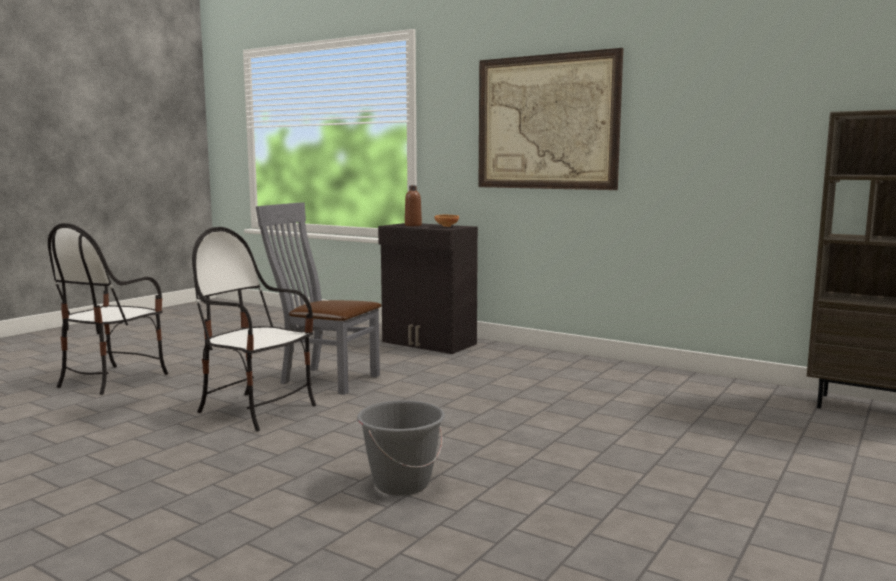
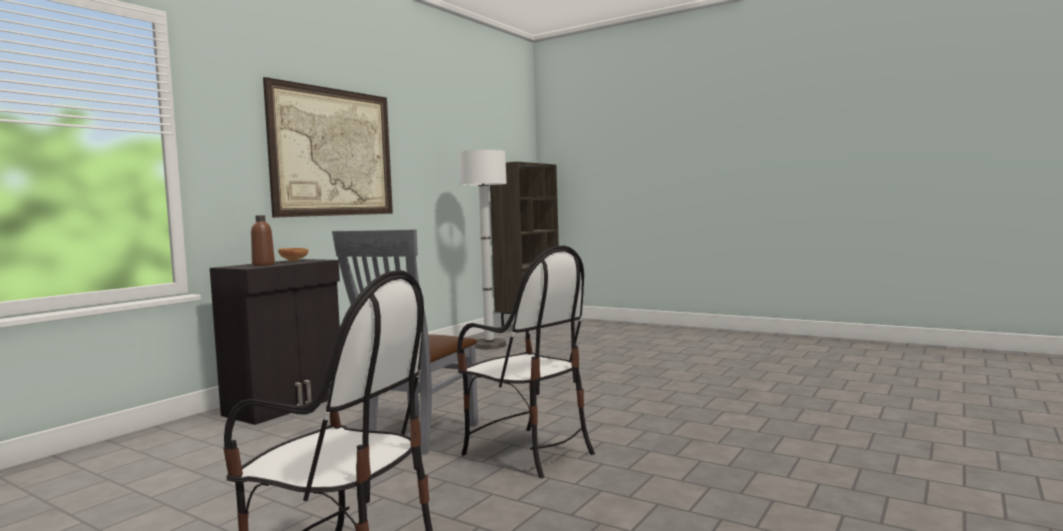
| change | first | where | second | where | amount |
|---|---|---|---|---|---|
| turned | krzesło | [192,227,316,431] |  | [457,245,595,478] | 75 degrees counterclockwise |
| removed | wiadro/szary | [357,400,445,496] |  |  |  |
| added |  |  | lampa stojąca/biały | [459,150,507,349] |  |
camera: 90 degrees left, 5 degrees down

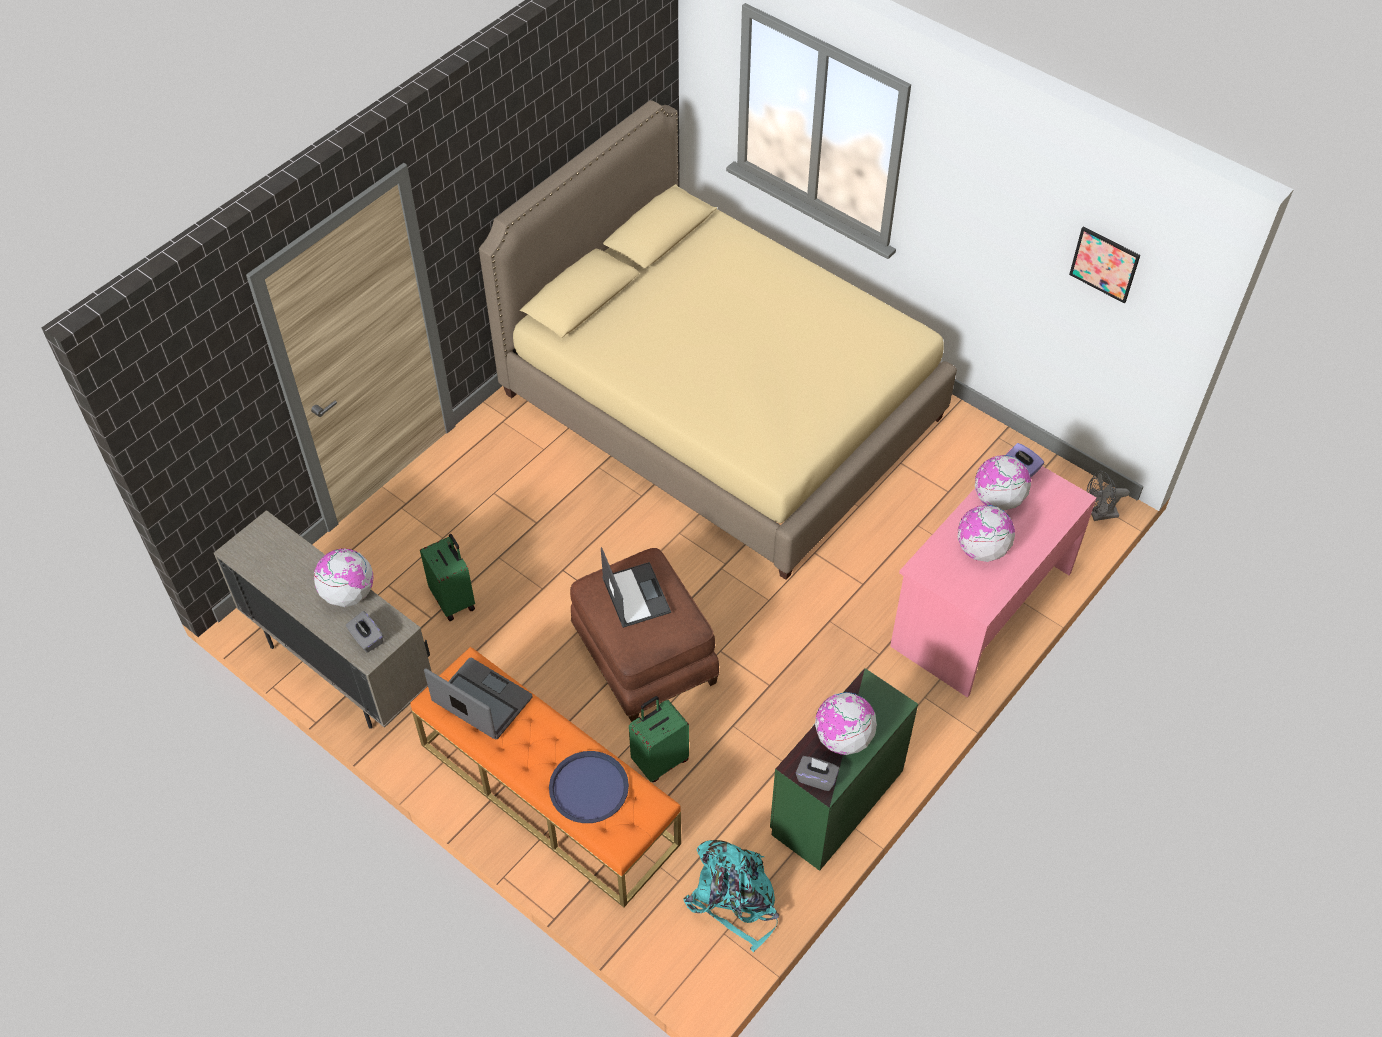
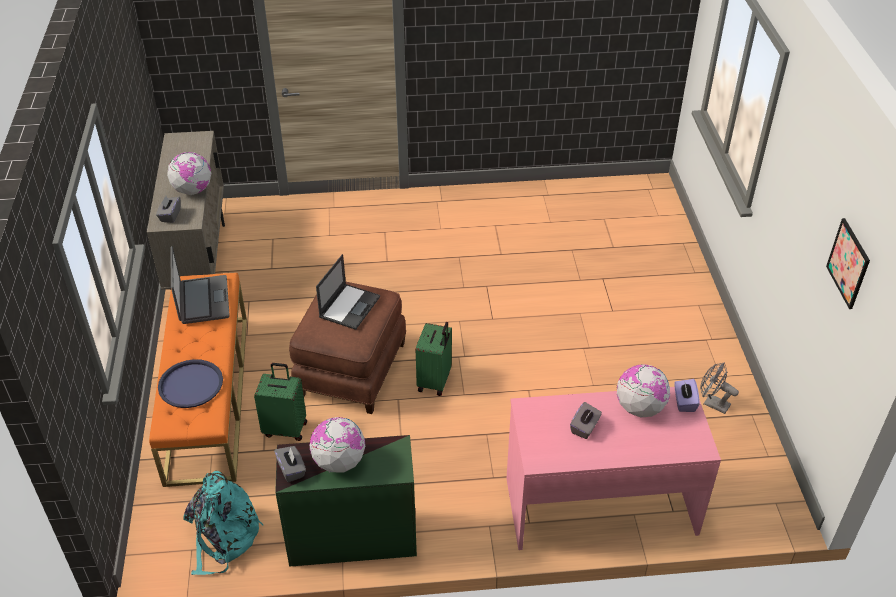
| change | first | where | second | where | amount |
|---|---|---|---|---|---|
| removed | łóżko/beżowy | [479,100,957,580] |  |  |  |
| moved | wentylator/szary | [1087,471,1129,521] |  | [700,362,739,414] |  |
| replaced | globus | [958,505,1015,562] | pudełko chusteczek/szary | [570,402,602,439] |  |
| moved | walizka/zielony | [420,534,475,621] |  | [416,322,452,396] |  |
camera: 45 degrees right, 10 degrees down

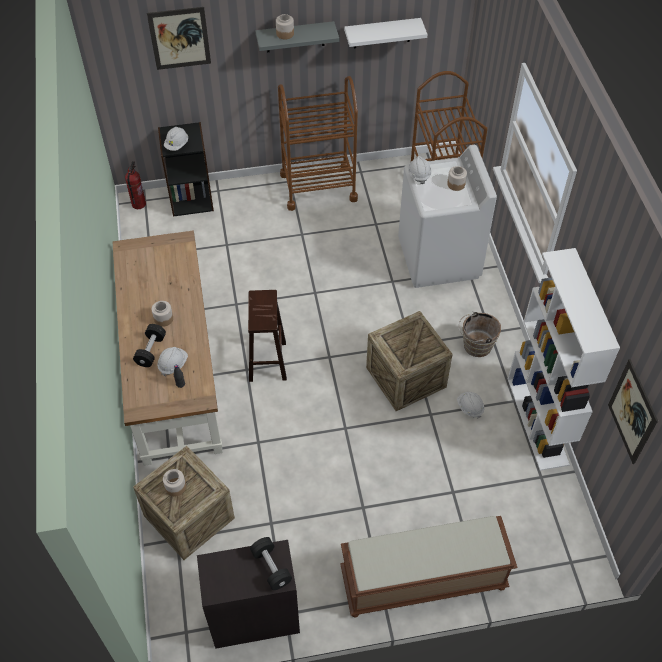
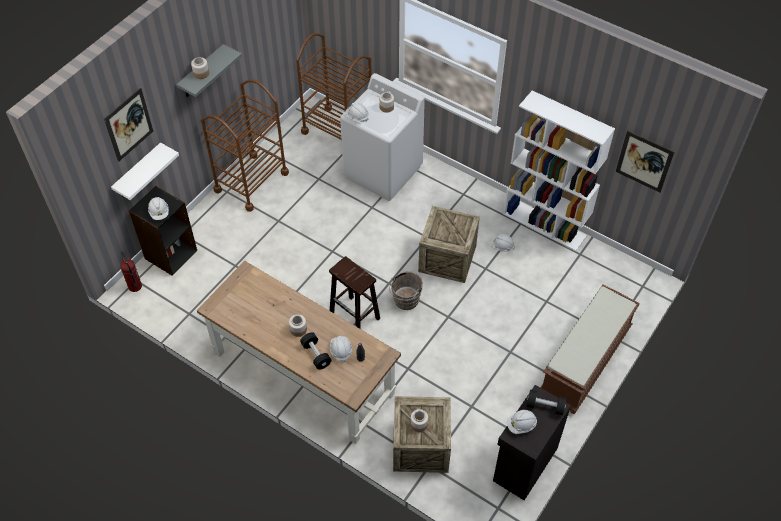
| change | first | where | second | where | amount |
|---|---|---|---|---|---|
| moved | półka/biały | [344,18,427,48] |  | [111,142,179,200] |  |
| moved | wiadro/brązowy | [458,311,501,357] |  | [389,272,423,310] |  |
| added |  |  | kask/biały | [507,410,537,434] |  |
camera: 45 degrees left, 0 degrees up

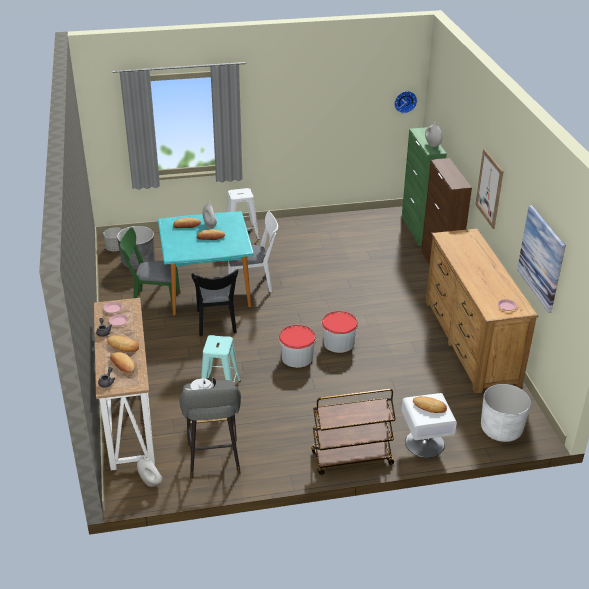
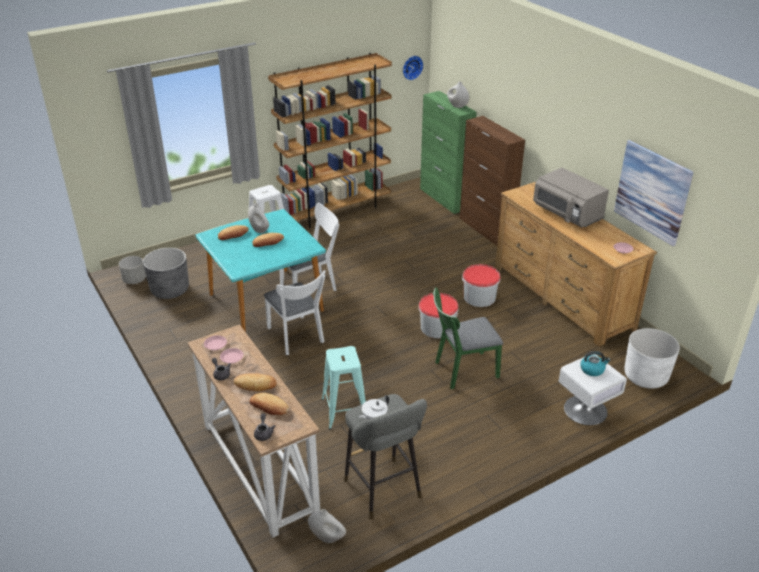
| change | first | where | second | where | amount |
|---|---|---|---|---|---|
| removed | obraz | [475,149,504,229] |  |  |  |
| moved | krzesło/zielony | [120,227,180,309] |  | [433,287,503,389] |  |
| recoloured | krzesło/czarny | [191,270,238,336] | krzesło/biały | [264,270,326,355] |  |
| moved | wiadro | [279,325,316,368] |  | [462,264,500,307] |  |
| removed | wózek/brązowy | [311,389,396,475] |  |  |  |
| replaced | chleb | [413,396,447,413] | czajnik | [580,351,610,376] |  |
| added |  |  | regał/brązowy | [268,53,392,228] |  |
| added |  |  | mikrofalówka/szary | [533,167,609,228] |  |
camera: 20 degrees left, 0 degrees up

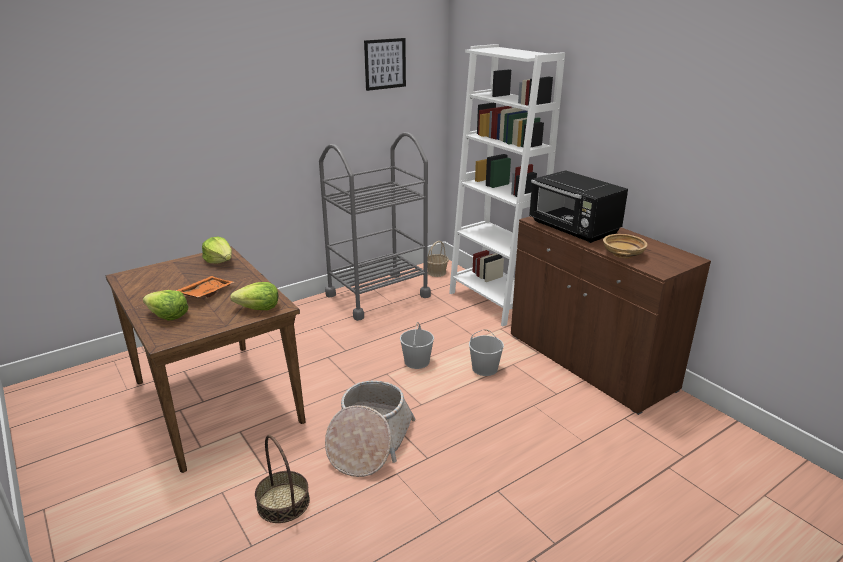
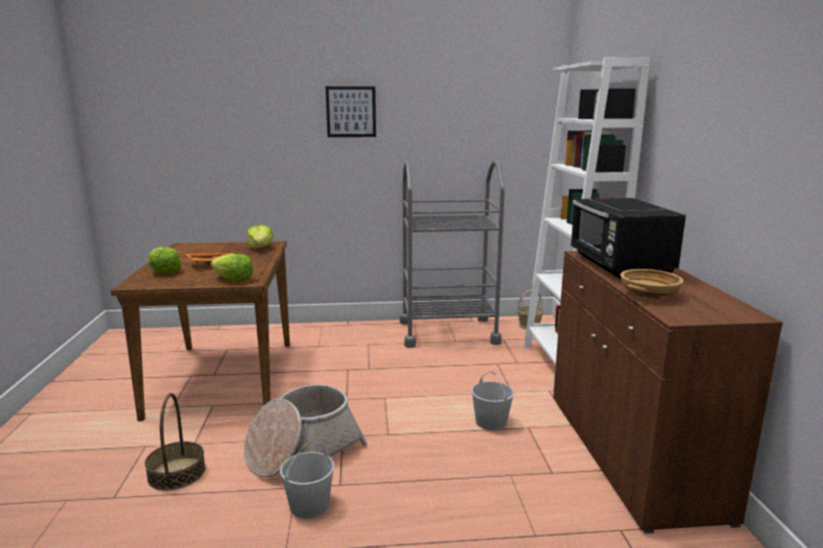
| change | first | where | second | where | amount |
|---|---|---|---|---|---|
| moved | obraz | [364,38,406,91] |  | [326,86,376,137] |  |
| moved | wiadro/biały | [400,322,434,369] |  | [280,443,334,518] |  |
camera: 30 degrees right, 10 degrees down

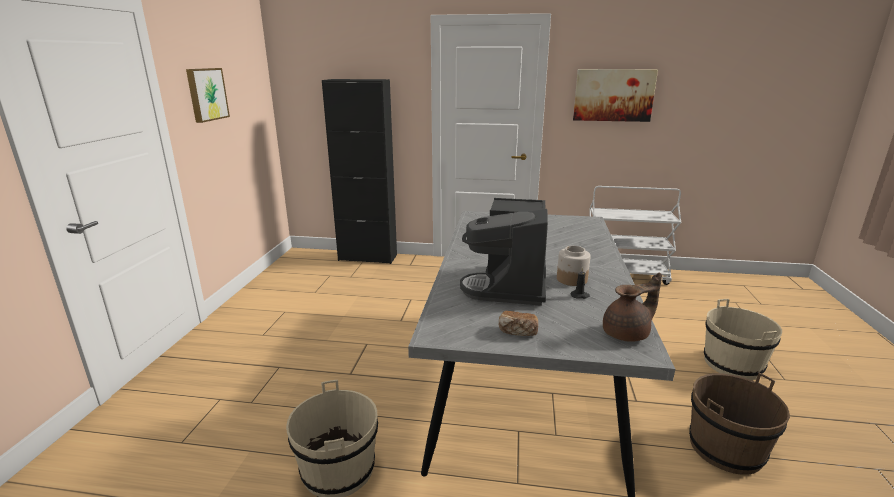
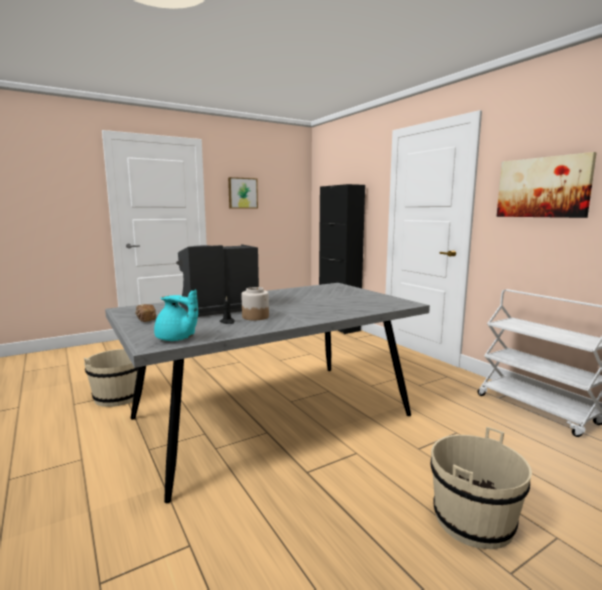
| change | first | where | second | where | amount |
|---|---|---|---|---|---|
| recoloured | imbryk/brązowy | [603,273,662,342] | imbryk/turkusowy | [154,289,198,341] |  |
| removed | wiadro/brązowy | [689,373,790,475] |  |  |  |
camera: 50 degrees right, 10 degrees down

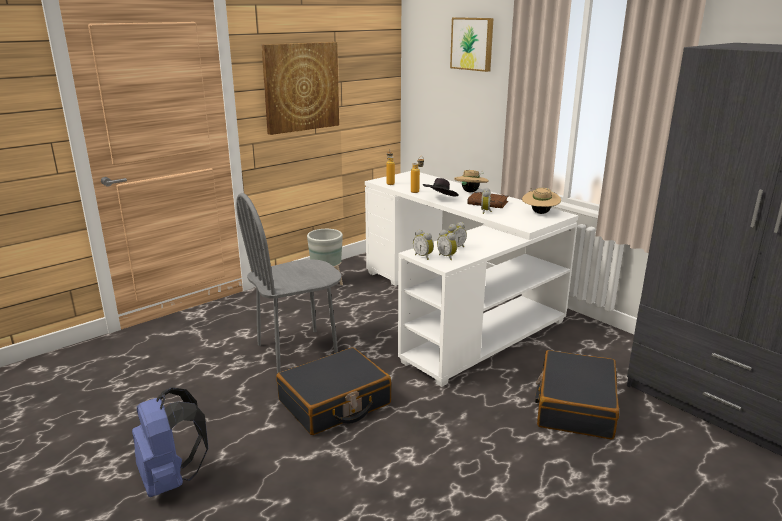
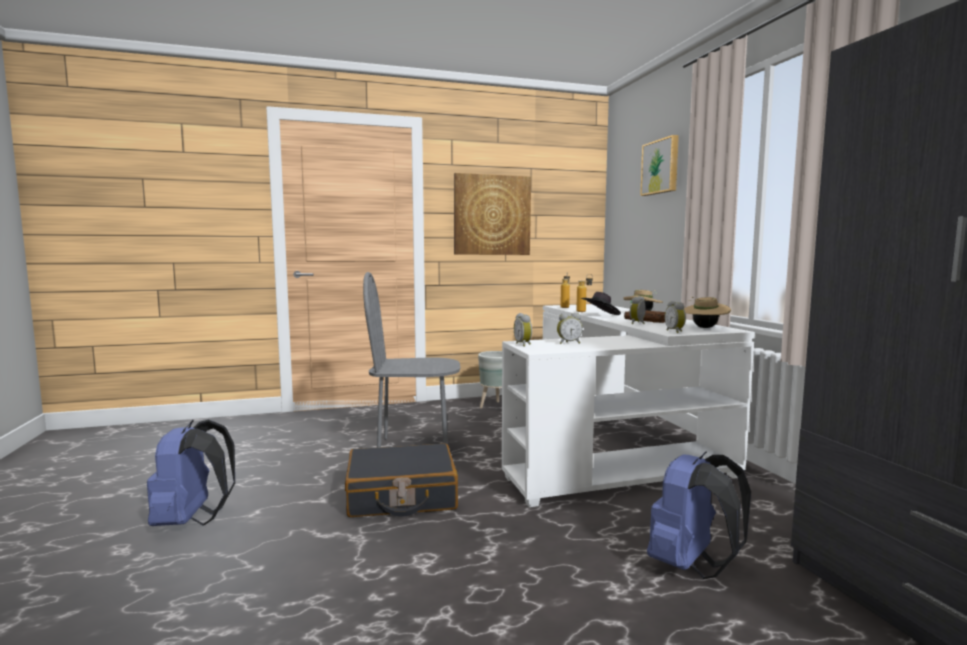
| change | first | where | second | where | amount |
|---|---|---|---|---|---|
| moved | budzik | [437,229,457,260] |  | [664,301,686,333] |  |
| replaced | walizka/czarny | [535,350,619,440] | plecak/niebieski | [647,451,751,579] |  |
camera: 25 degrees right, 15 degrees down

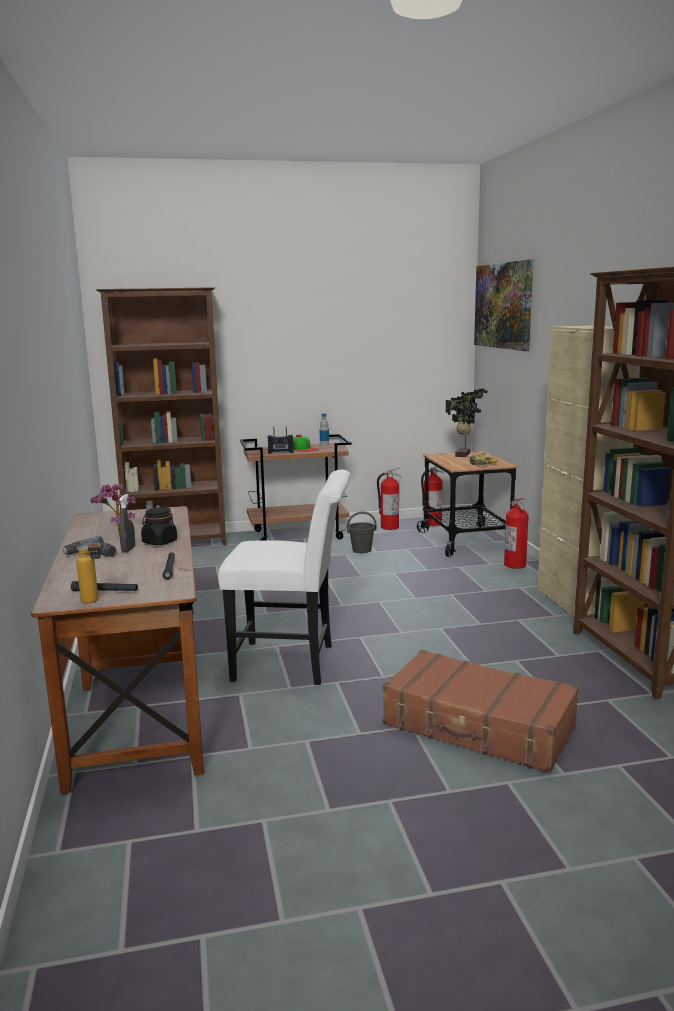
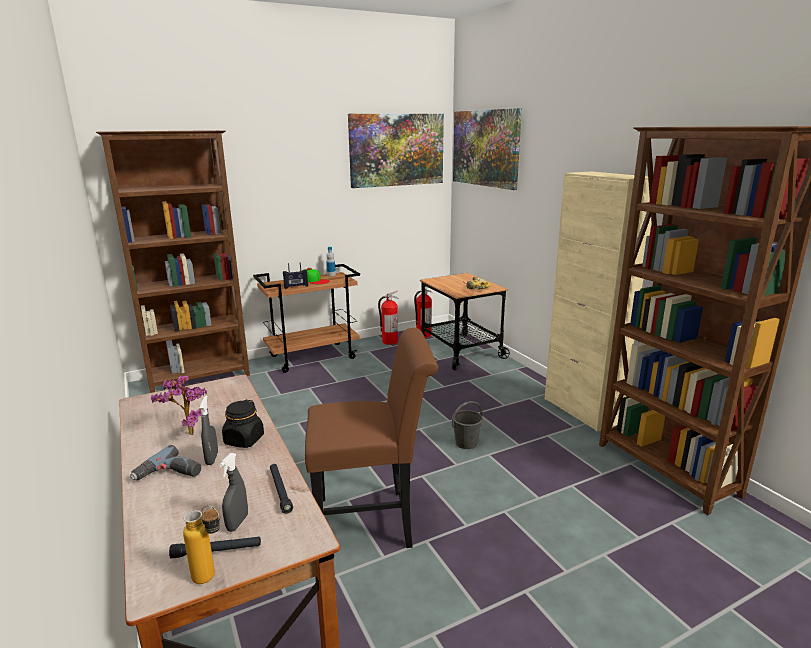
| change | first | where | second | where | amount |
|---|---|---|---|---|---|
| removed | roślina doniczkowa | [446,389,488,457] |  |  |  |
| recoloured | krzesło/biały | [218,469,351,685] | krzesło/brązowy | [305,328,439,548] |  |
| removed | gaśnica | [504,498,529,569] |  |  |  |
| moved | wiadro/szary | [347,512,377,553] |  | [452,401,483,449] |  |
| removed | walizka/brązowy | [383,650,579,773] |  |  |  |
| added |  |  | obraz | [348,114,444,188] |  |
| added |  |  | spryskiwacz/szary | [220,453,248,532] |  |
camera: 15 degrees left, 5 degrees up

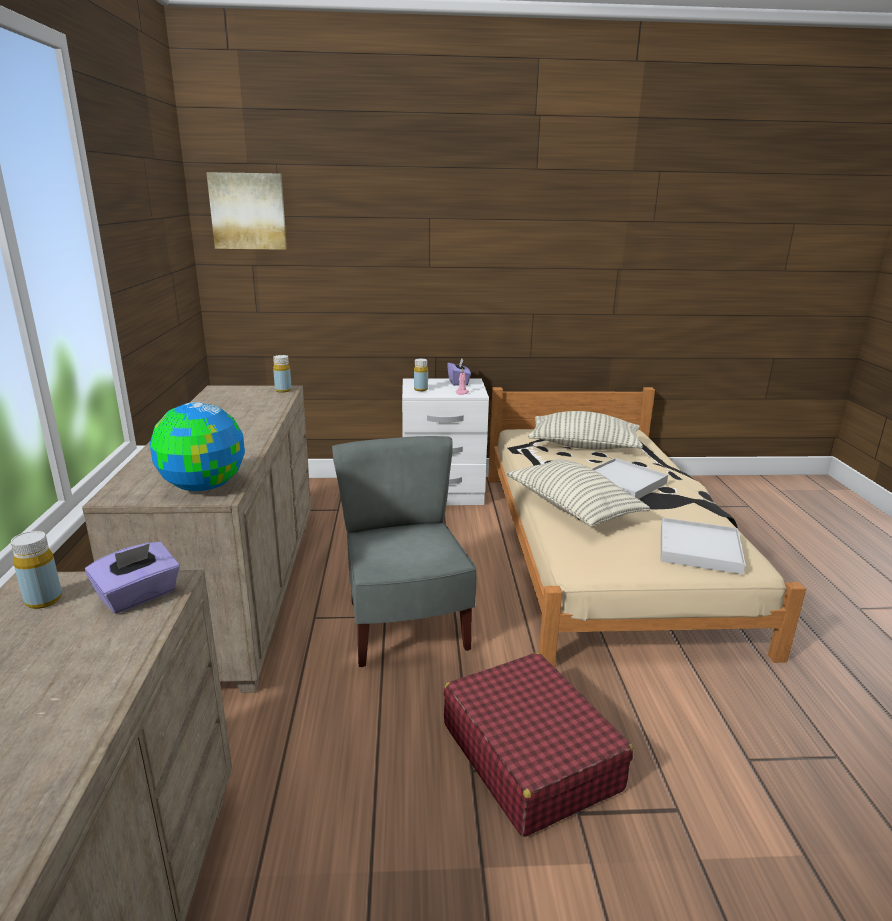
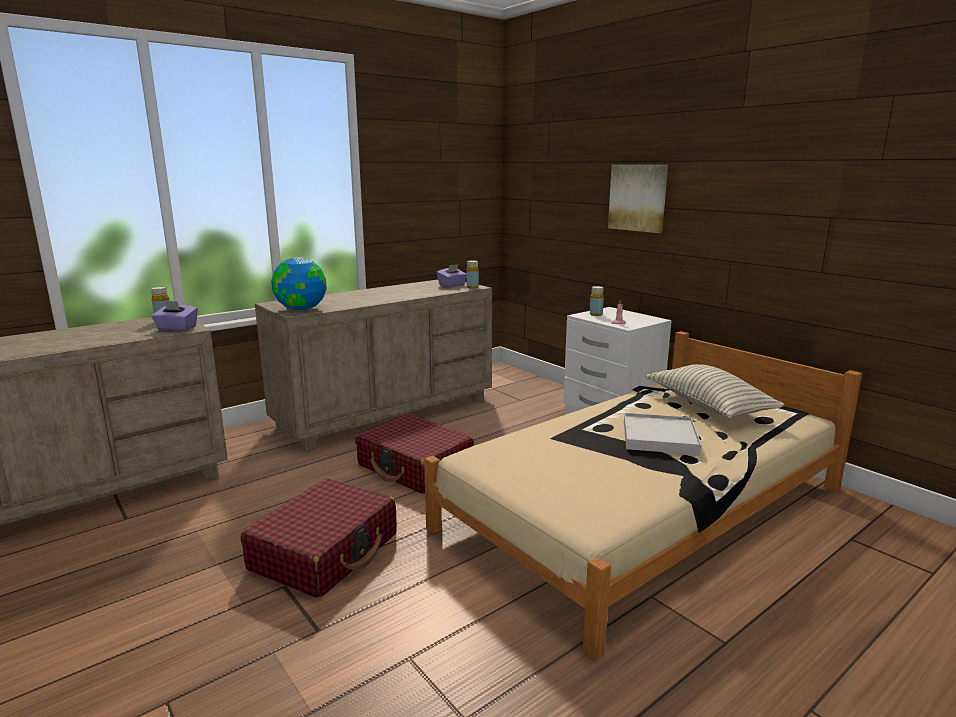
| change | first | where | second | where | amount |
|---|---|---|---|---|---|
| moved | obraz | [206,172,287,250] |  | [608,164,668,233] |  |
| moved | pudełko chusteczek/fioletowy | [447,358,471,386] |  | [437,264,467,287] |  |
| replaced | krzesło/szary | [332,436,476,667] | walizka/czerwony | [355,413,474,494] |  |
| removed | poduszka | [507,459,650,526] |  |  |  |
| removed | taca/biały | [661,518,745,574] |  |  |  |
camera: 55 degrees right, 5 degrees down

